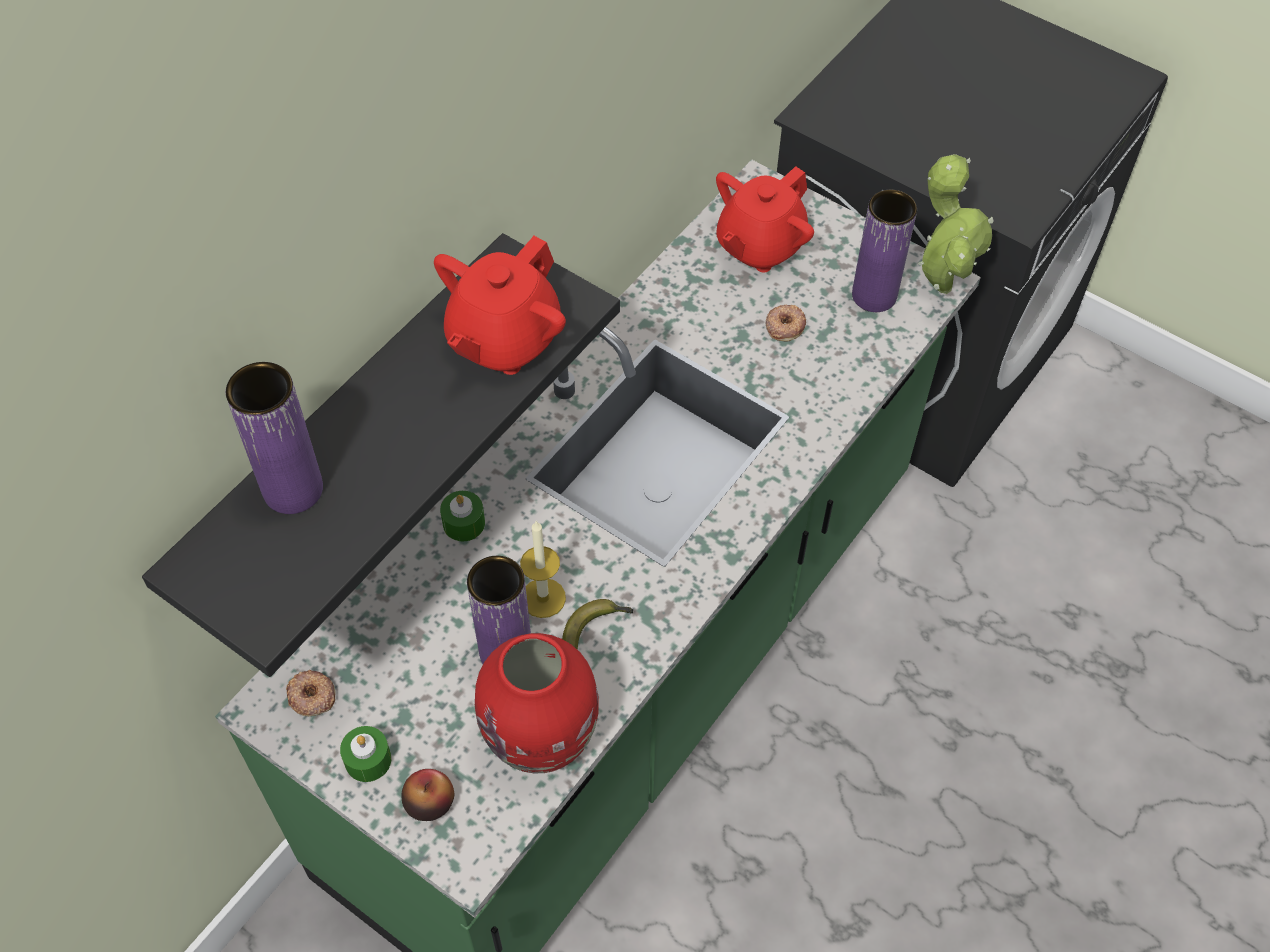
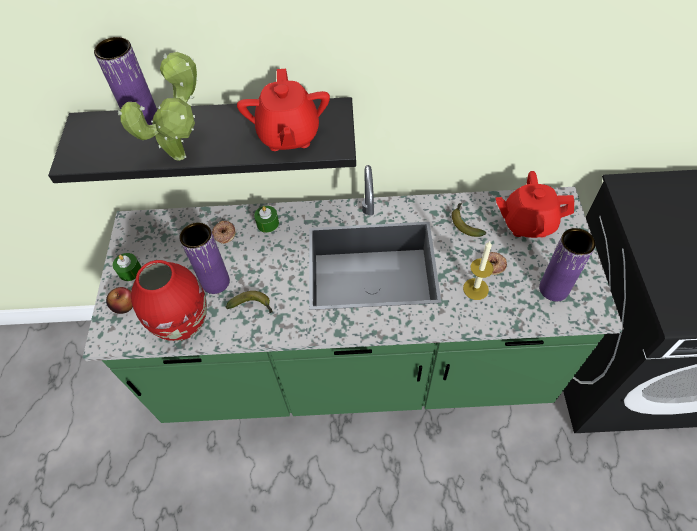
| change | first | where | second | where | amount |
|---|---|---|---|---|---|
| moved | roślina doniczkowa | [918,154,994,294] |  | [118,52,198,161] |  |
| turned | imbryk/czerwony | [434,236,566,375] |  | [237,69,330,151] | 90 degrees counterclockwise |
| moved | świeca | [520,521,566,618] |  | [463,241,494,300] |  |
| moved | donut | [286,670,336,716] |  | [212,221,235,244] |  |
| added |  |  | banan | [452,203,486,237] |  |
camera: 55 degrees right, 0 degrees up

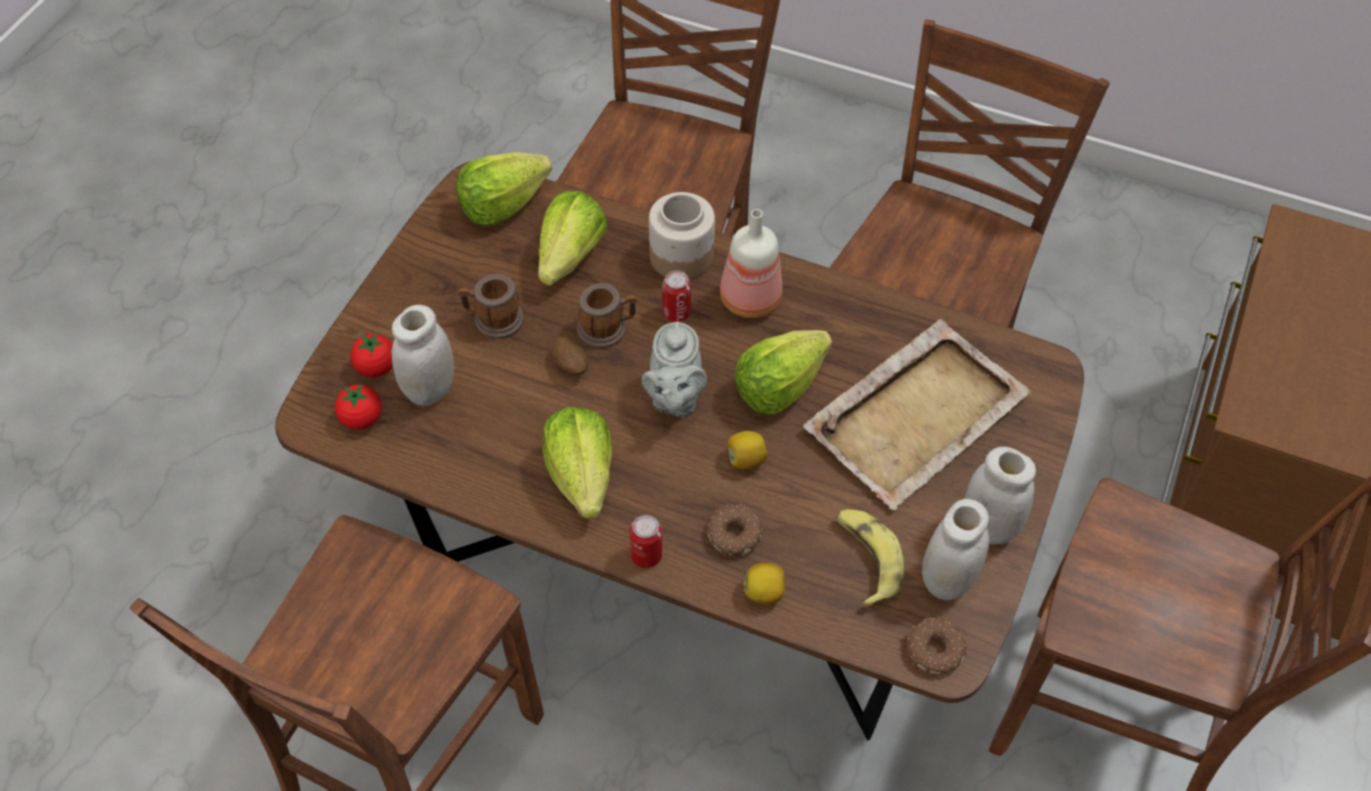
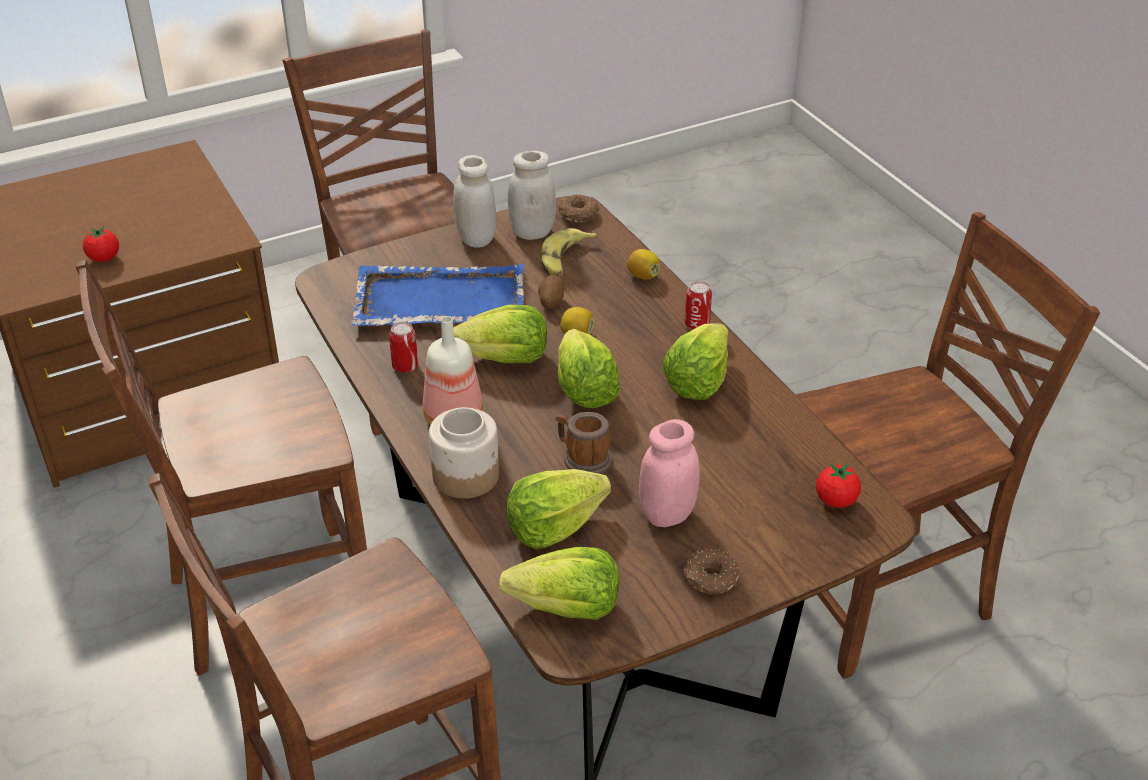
| change | first | where | second | where | amount |
|---|---|---|---|---|---|
| moved | puszka | [662,270,691,322] |  | [389,322,418,372] |  |
| replaced | kubek | [458,274,524,339] | słoik/różowy | [639,419,700,527] |  |
| removed | słoik/biały | [391,305,454,406] |  |  |  |
| recoloured | taca/beżowy | [803,319,1031,510] | taca/niebieski | [352,264,524,326] |  |
| replaced | imbryk/szary | [642,321,707,418] | sałata | [558,329,620,408] |  |
| moved | pomidor | [350,333,393,377] |  | [83,227,119,262] |  |
| moved | ziemniak | [552,336,589,375] |  | [538,275,564,308] |  |
| moved | donut | [706,504,763,556] |  | [683,549,739,594] |  |
camera: 140 degrees left, 15 degrees down

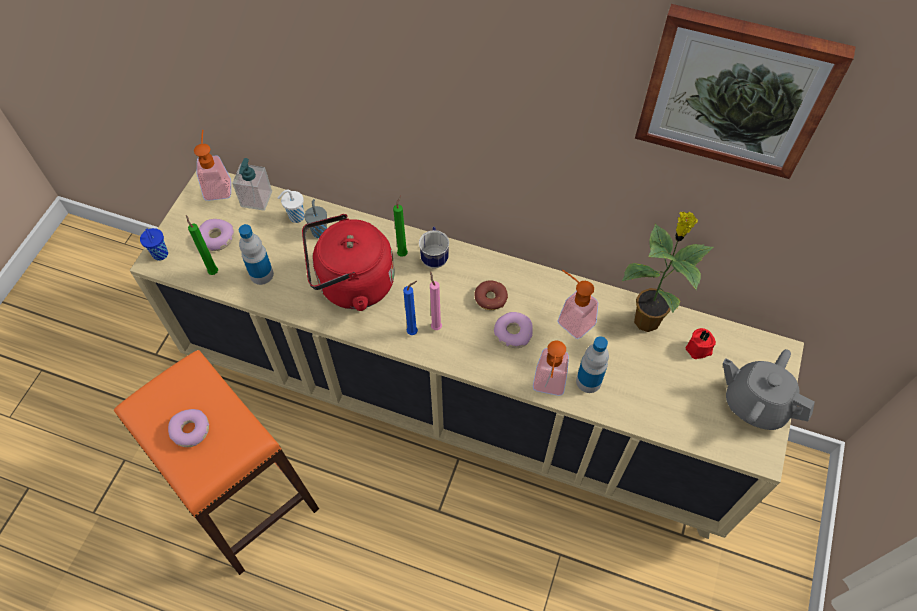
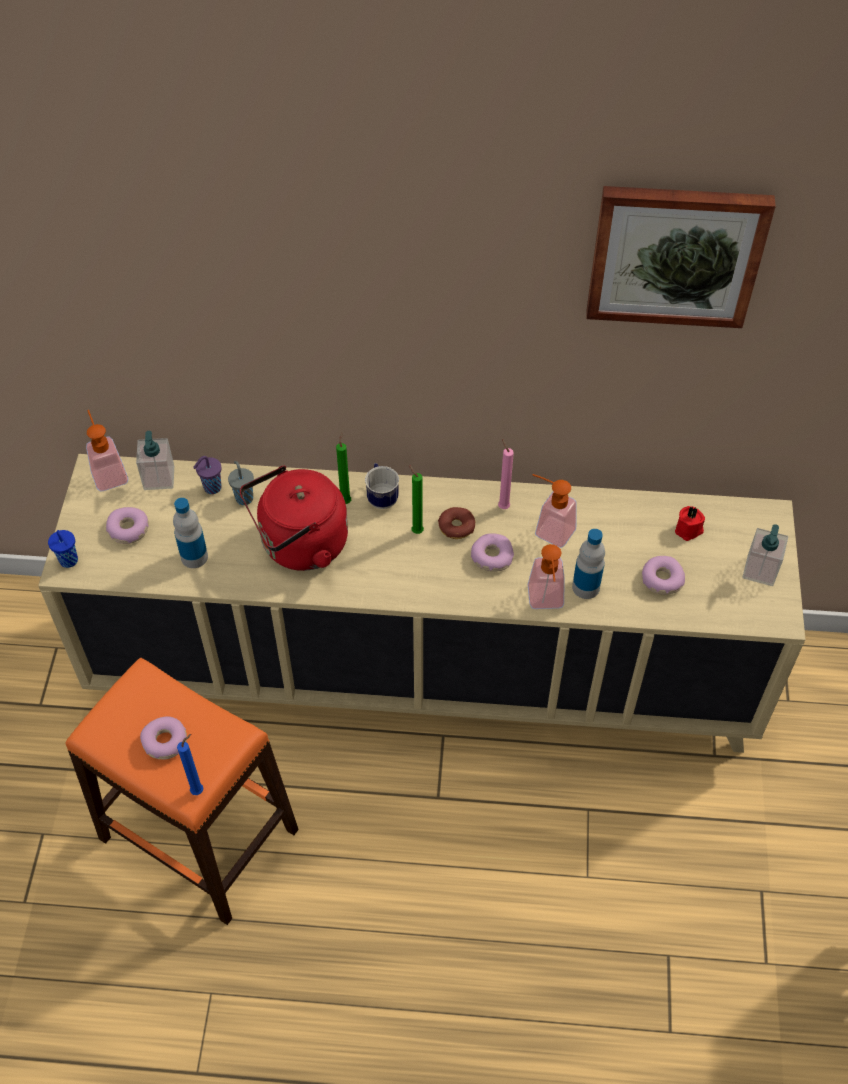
| change | first | where | second | where | amount |
|---|---|---|---|---|---|
| recoloured | filiżanka/biały | [277,189,304,223] | filiżanka/fioletowy | [193,456,222,494] |  |
| removed | roślina doniczkowa | [622,212,714,332] |  |  |  |
| moved | świeca/zielony | [186,215,218,275] |  | [409,465,424,534] |  |
| moved | świeca/różowy | [430,272,442,330] |  | [498,439,514,509] |  |
| moved | świeca/niebieski | [403,281,418,335] |  | [177,734,204,795] |  |
| replaced | imbryk/szary | [723,349,815,430] | dozownik mydła | [742,524,788,586] |  |
| added |  |  | donut | [642,556,685,595] |  |
camera: 15 degrees left, 5 degrees down

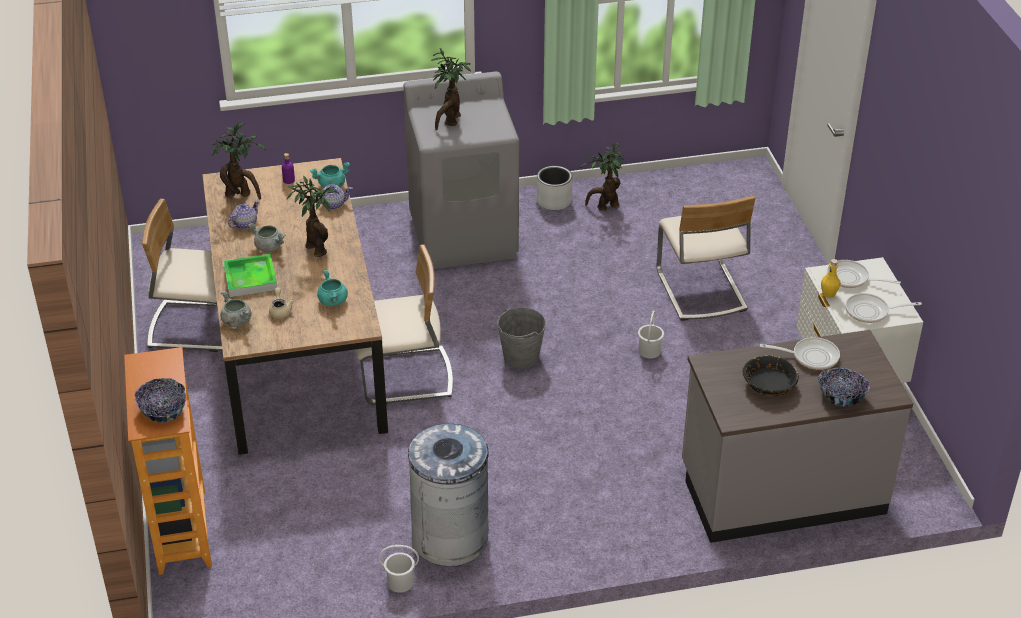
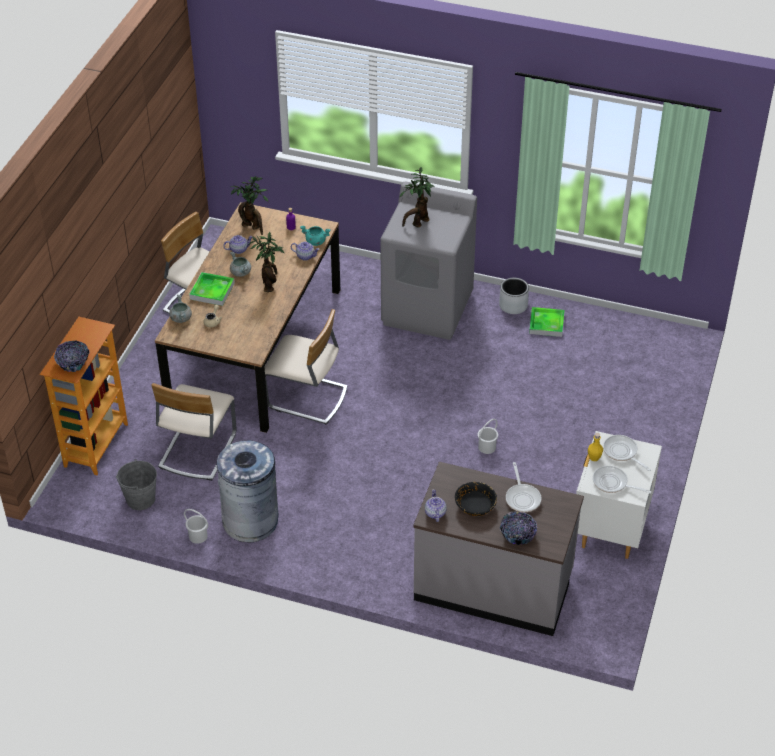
| change | first | where | second | where | amount |
|---|---|---|---|---|---|
| replaced | roślina doniczkowa | [580,142,624,211] | taca | [529,307,564,337] |  |
| moved | krzesło/beżowy | [657,196,755,321] |  | [151,383,237,480] |  |
| removed | garnek/turkusowy | [317,270,348,306] |  |  |  |
| moved | wiadro/szary | [497,307,546,369] |  | [116,459,157,510] |  |
| turned | patelnia | [760,337,840,370] |  | [506,462,541,512] | 45 degrees clockwise |
| added |  |  | imbryk | [425,489,447,522] |  |
camera: 30 degrees right, 5 degrees up

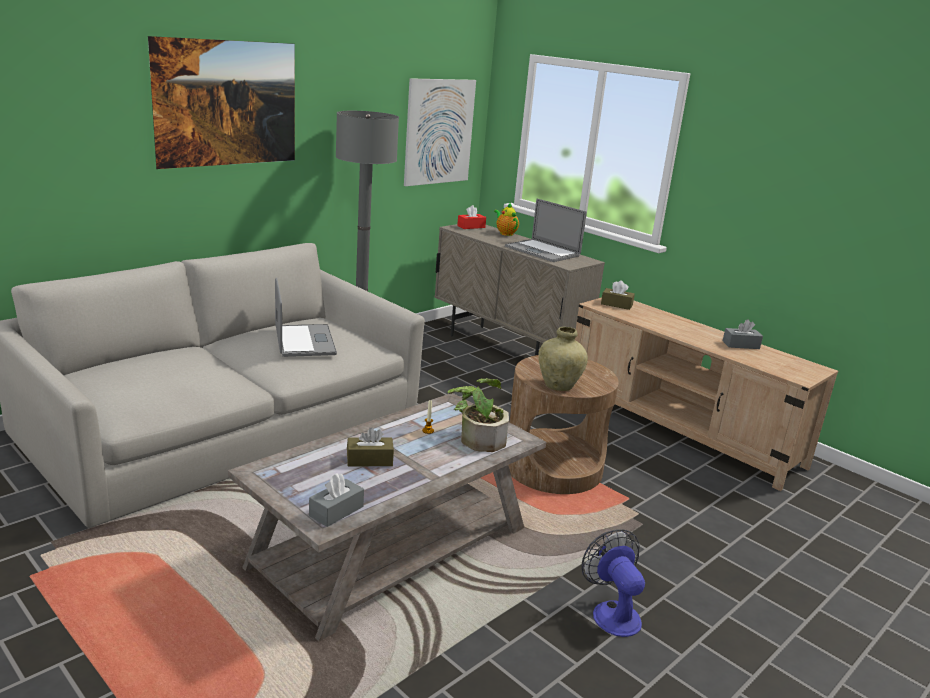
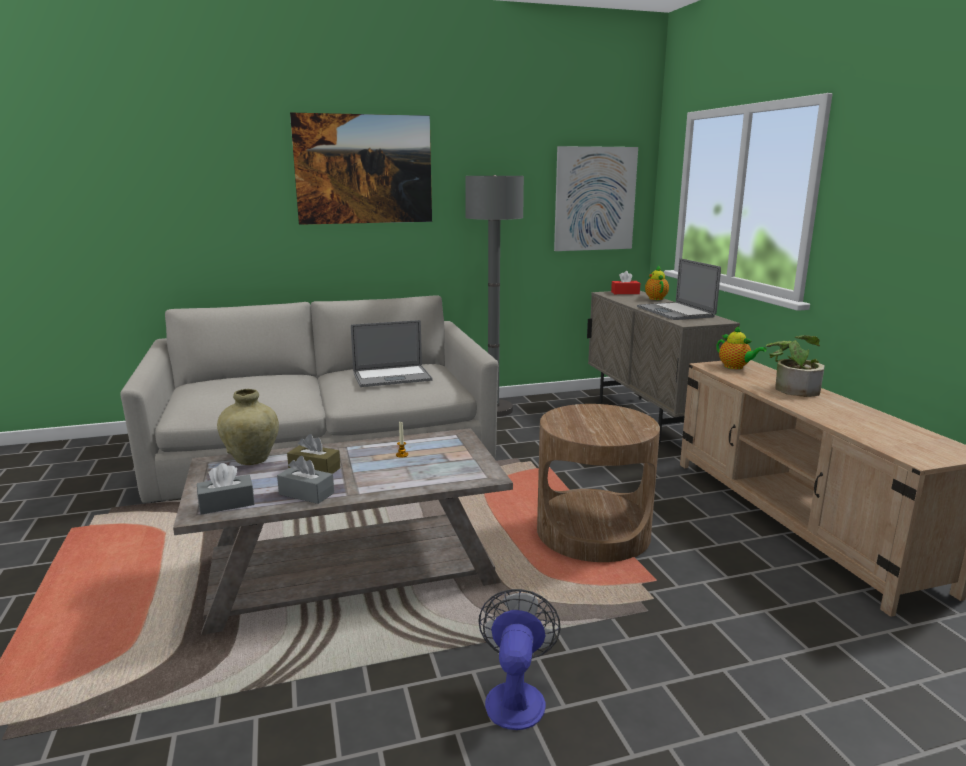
| change | first | where | second | where | amount |
|---|---|---|---|---|---|
| turned | laptop | [275,278,337,357] |  | [351,320,432,387] | 60 degrees clockwise |
| replaced | pudełko chusteczek/brązowy | [601,281,635,310] | imbryk | [716,326,766,369] |  |
| moved | pudełko chusteczek/szary | [723,319,763,349] |  | [277,456,334,504] |  |
| moved | wazon/beżowy | [538,327,588,391] |  | [217,389,279,465] |  |
| moved | roślina doniczkowa | [448,378,509,452] |  | [766,335,825,397] |  |
camera: 30 degrees right, 5 degrees down

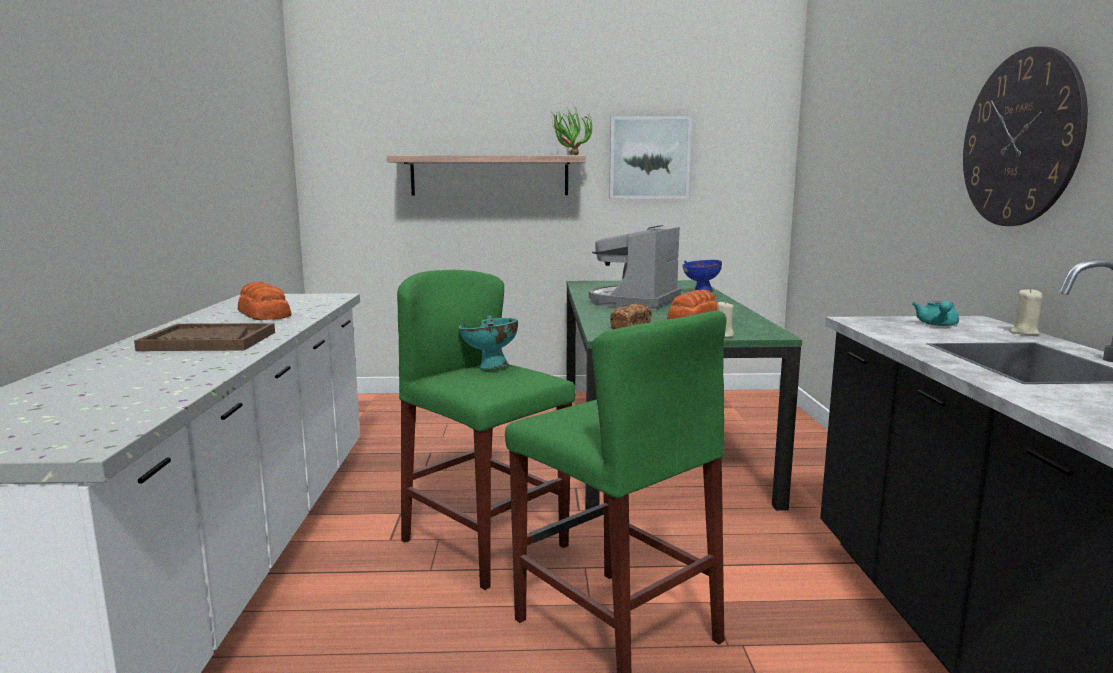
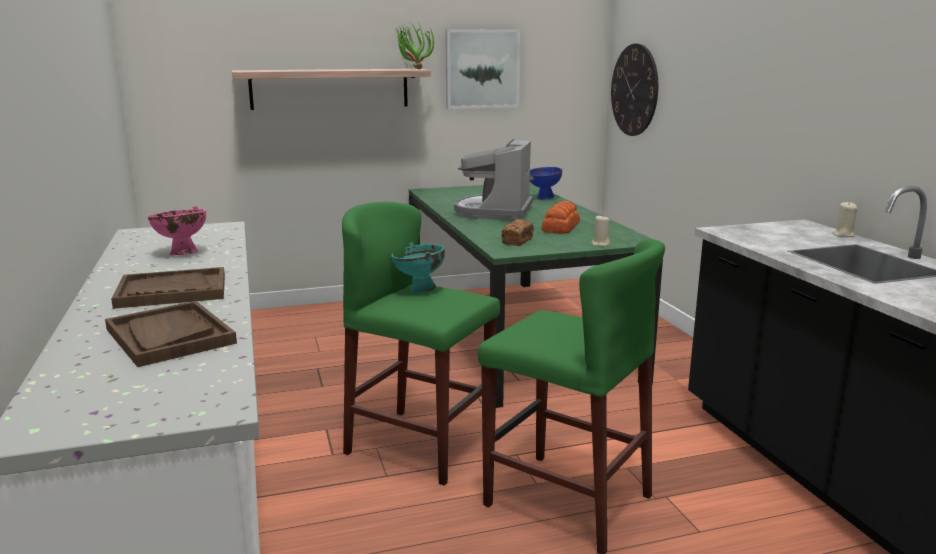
| change | first | where | second | where | amount |
|---|---|---|---|---|---|
| moved | zegar ścienny | [963,46,1088,226] |  | [611,44,658,136] |  |
| replaced | chleb | [238,282,291,320] | miska/różowy | [148,206,206,255] |  |
| removed | imbryk/turkusowy | [912,301,959,326] |  |  |  |
| added |  |  | taca/brązowy | [105,301,237,367] |  |
camera: 15 degrees left, 5 degrees up

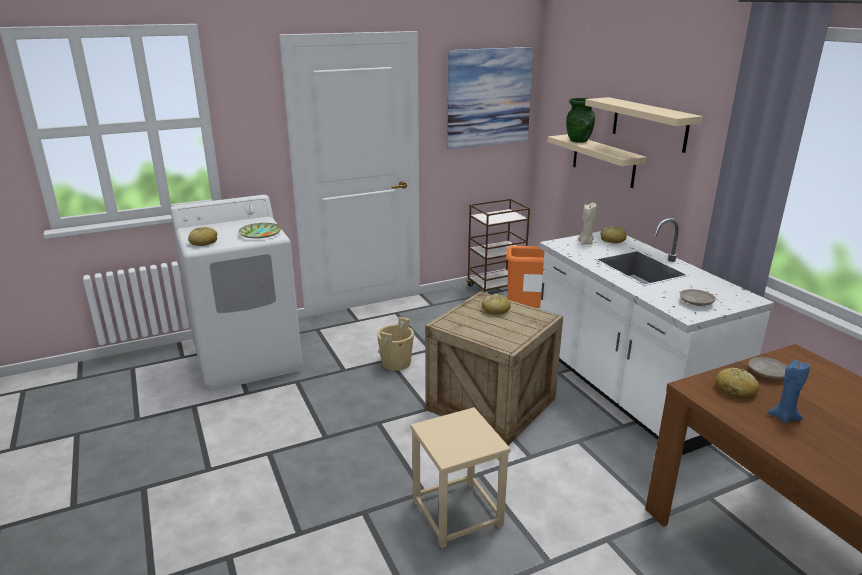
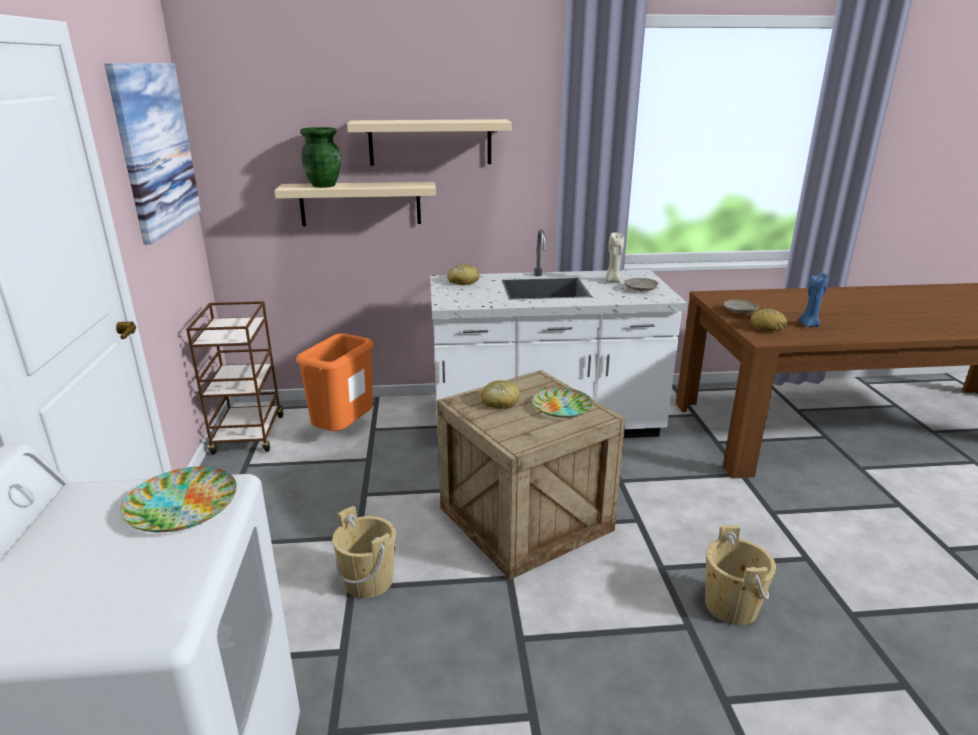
| change | first | where | second | where | amount |
|---|---|---|---|---|---|
| moved | świeca/beżowy | [578,203,597,245] |  | [605,232,624,283] |  |
| removed | chleb | [188,227,218,246] |  |  |  |
| replaced | stołek/beżowy | [411,407,511,548] | wiadro/beżowy | [705,525,776,625] |  |
| added |  |  | talerz | [533,388,593,418] |  |
camera: 70 degrees left, 0 degrees up

